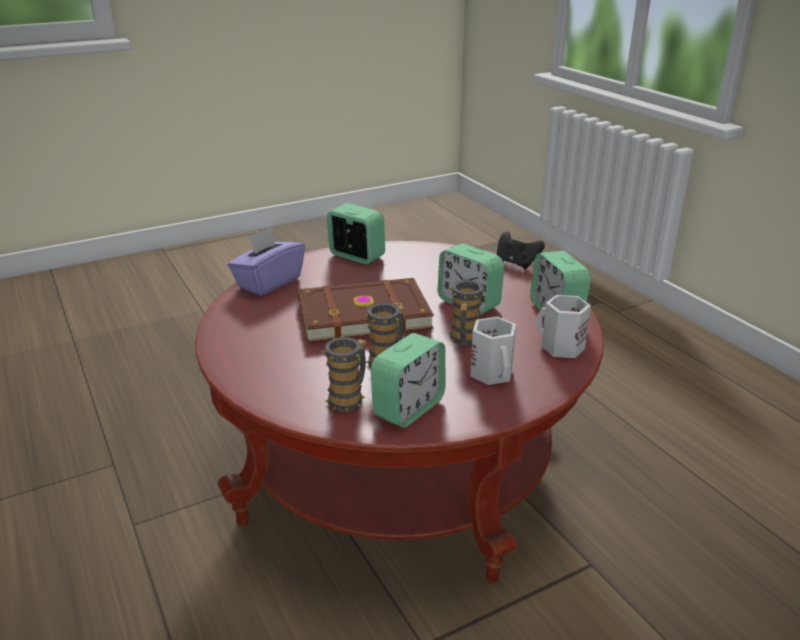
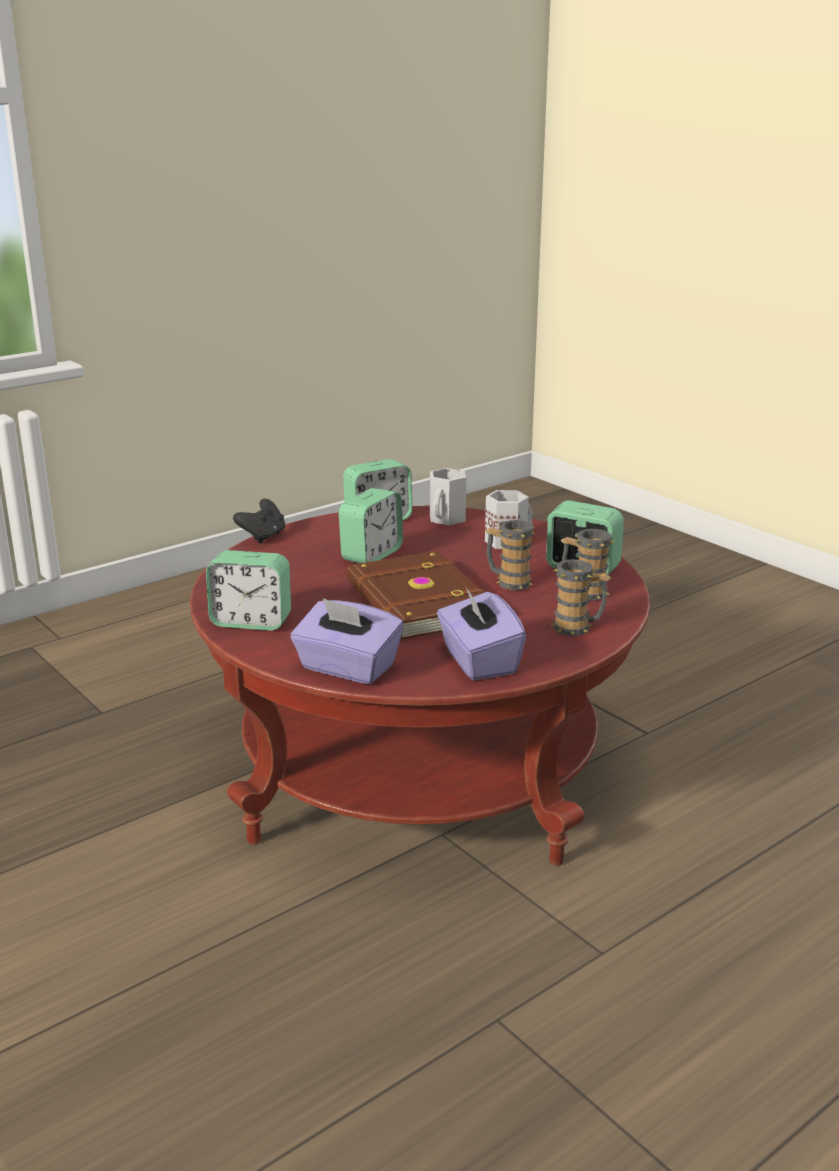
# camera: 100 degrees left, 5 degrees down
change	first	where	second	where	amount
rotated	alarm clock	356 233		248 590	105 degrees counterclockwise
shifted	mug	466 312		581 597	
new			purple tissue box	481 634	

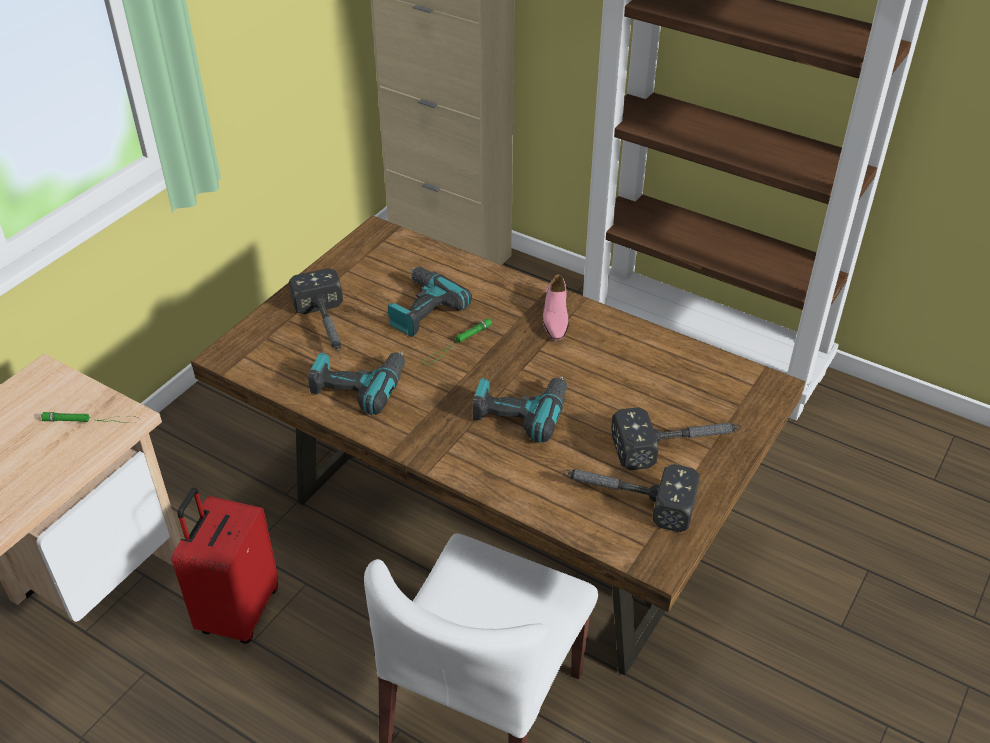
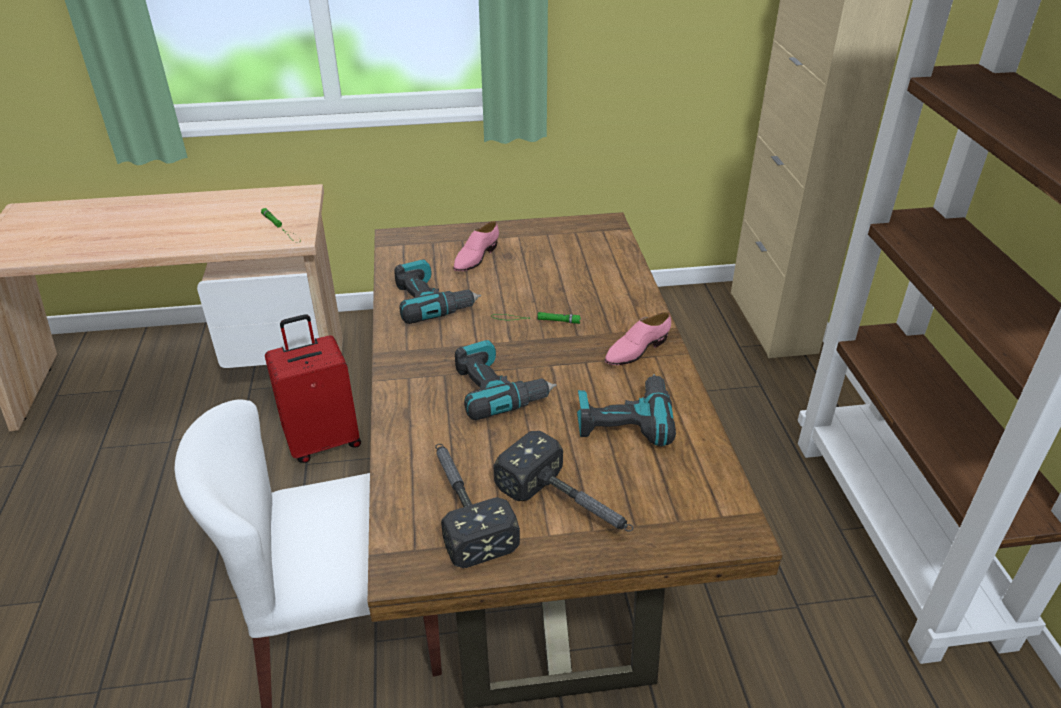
# camera: 50 degrees right, 5 degrees down
change	first	where	second	where	amount
swapped	hammer	316 309	pink shoe	476 246	
shifted	power drill	430 301		626 410	

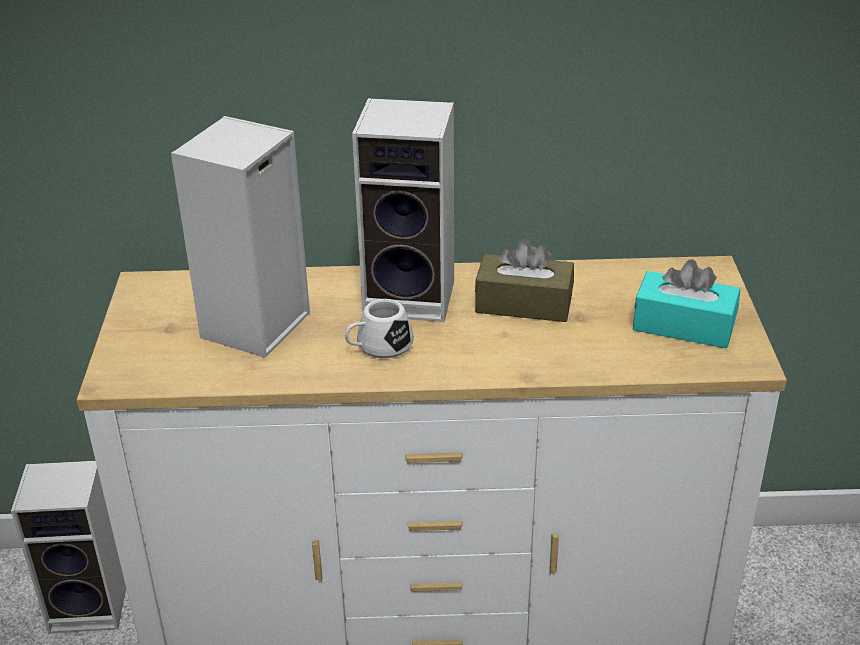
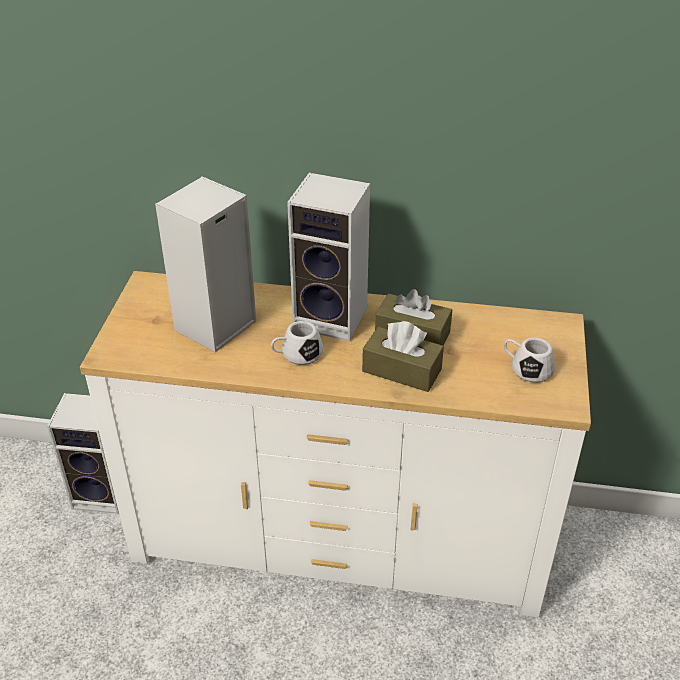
# camera: 10 degrees right, 5 degrees up
change	first	where	second	where	amount
swapped	turquoise tissue box	686 303	white mug	529 360	
new			brown tissue box	403 356	

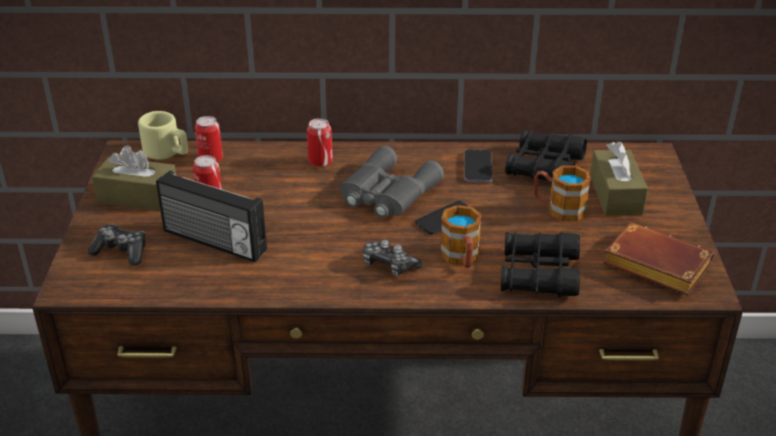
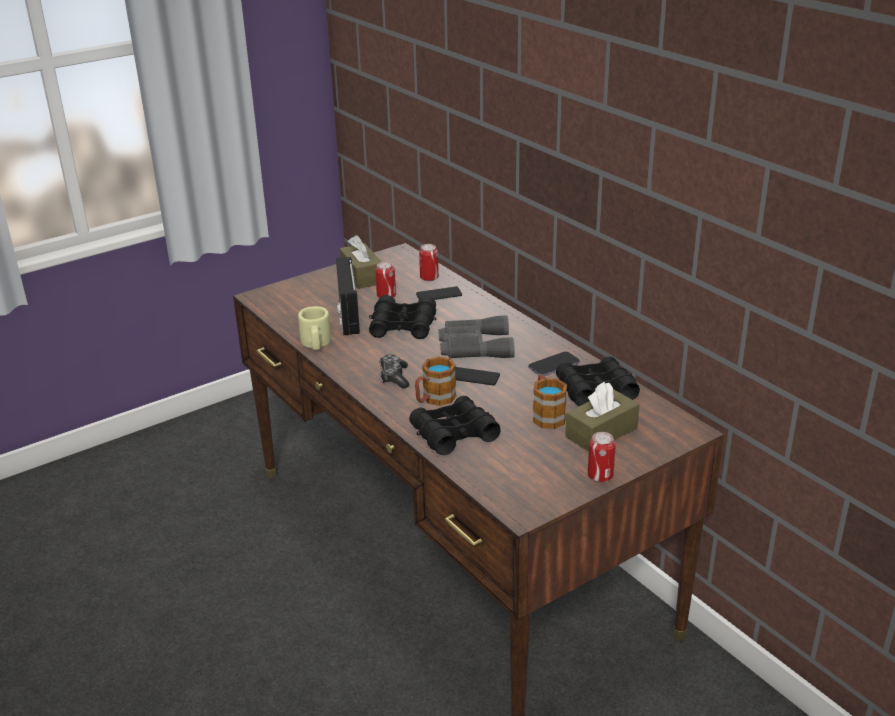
# camera: 55 degrees right, 5 degrees down
change	first	where	second	where	amount
gone	game controller	116 245			
shifted	beige mug	163 135		314 328	
shifted	can	320 142		602 457	
gone	brown book	658 258			
new			black binoculars	402 317	
new			phone	439 293	

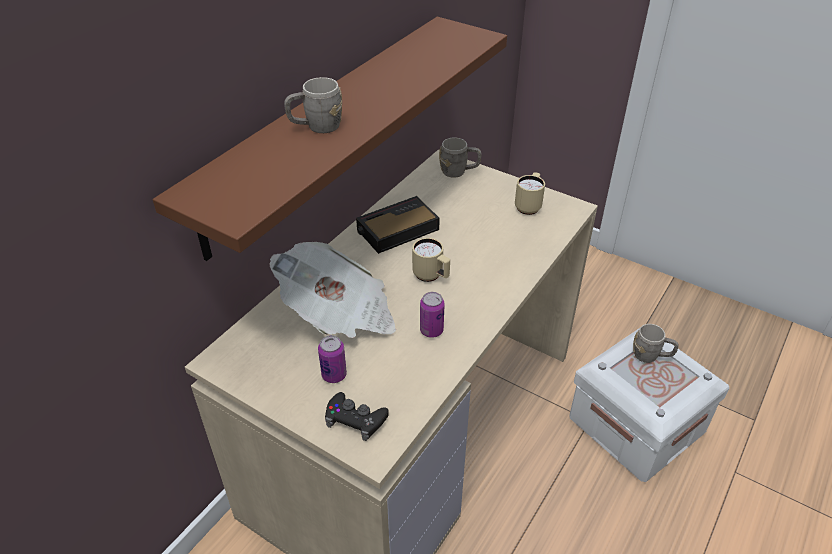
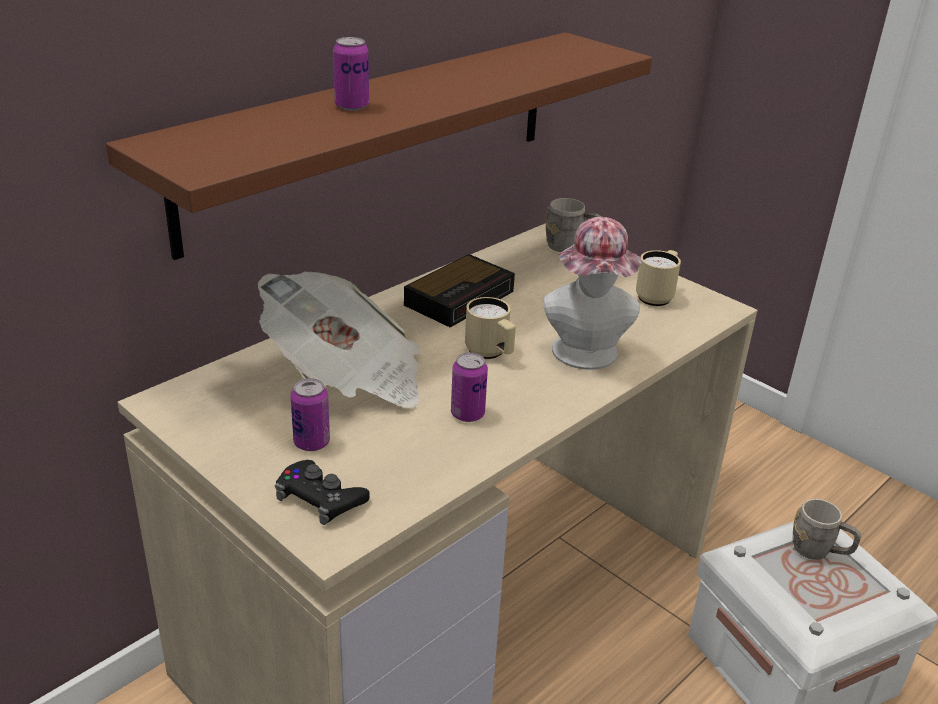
# camera: 10 degrees right, 10 degrees down
change	first	where	second	where	amount
swapped	grey mug	313 105	can	351 74	
rotated	alarm clock	398 225		459 291	150 degrees clockwise
new			hat	592 293	

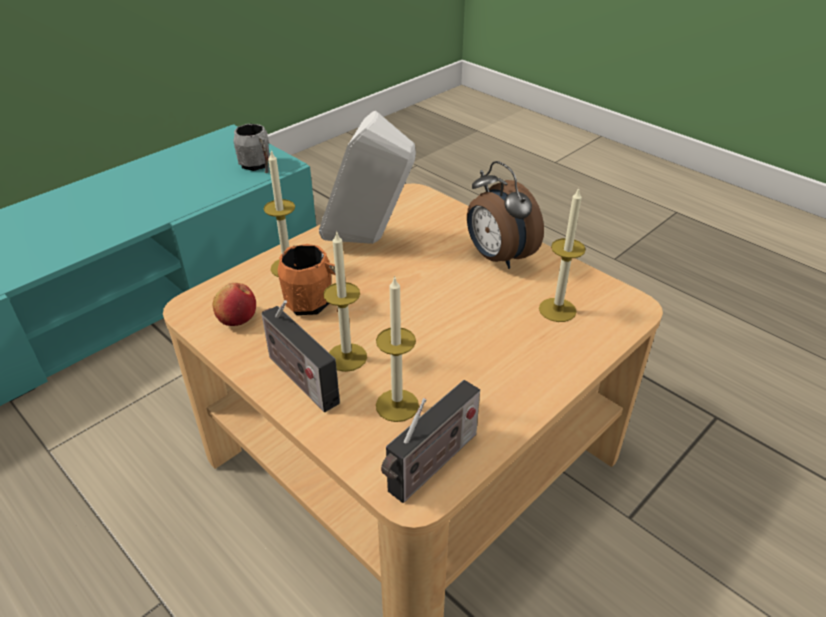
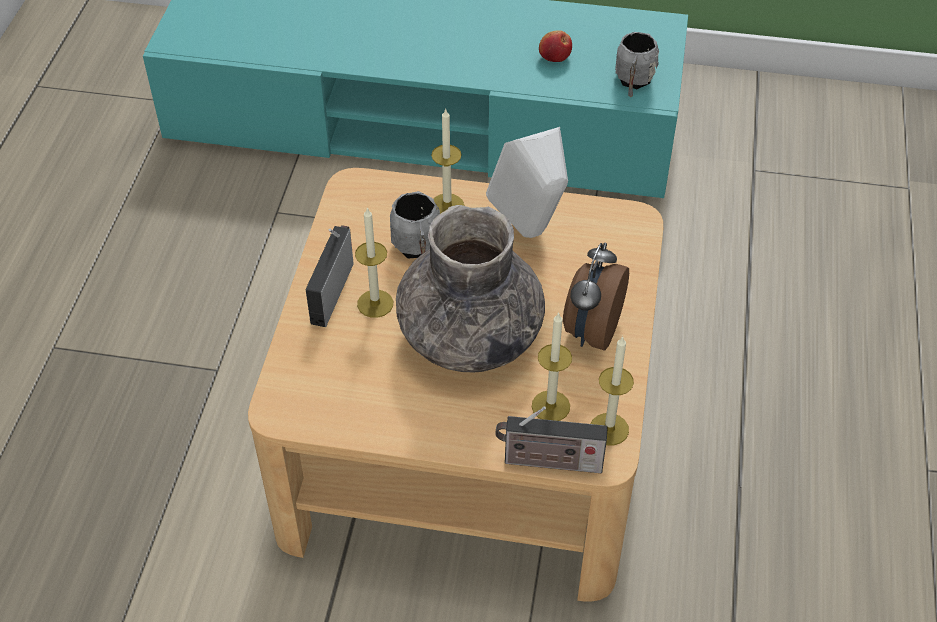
# camera: 55 degrees right, 10 degrees up
change	first	where	second	where	amount
shifted	apple	234 304		555 46	
repainted	orange mug	308 279	grey mug	415 224	
shifted	candle	397 349		612 391	
shifted	radio	430 441		551 439	
new			grey vase	470 288	

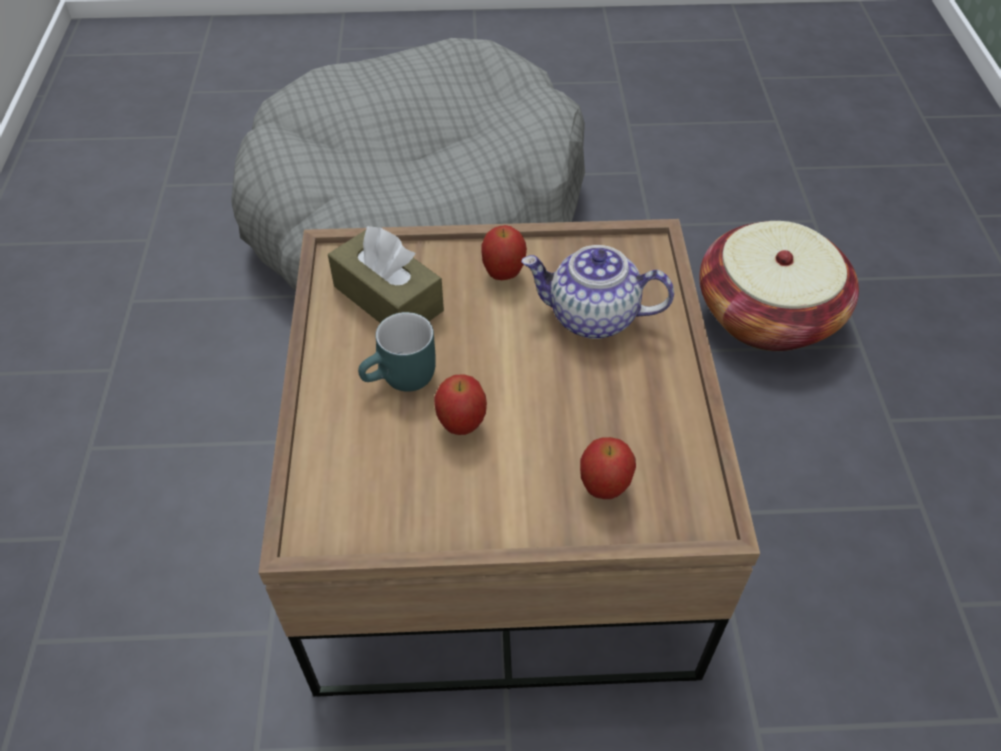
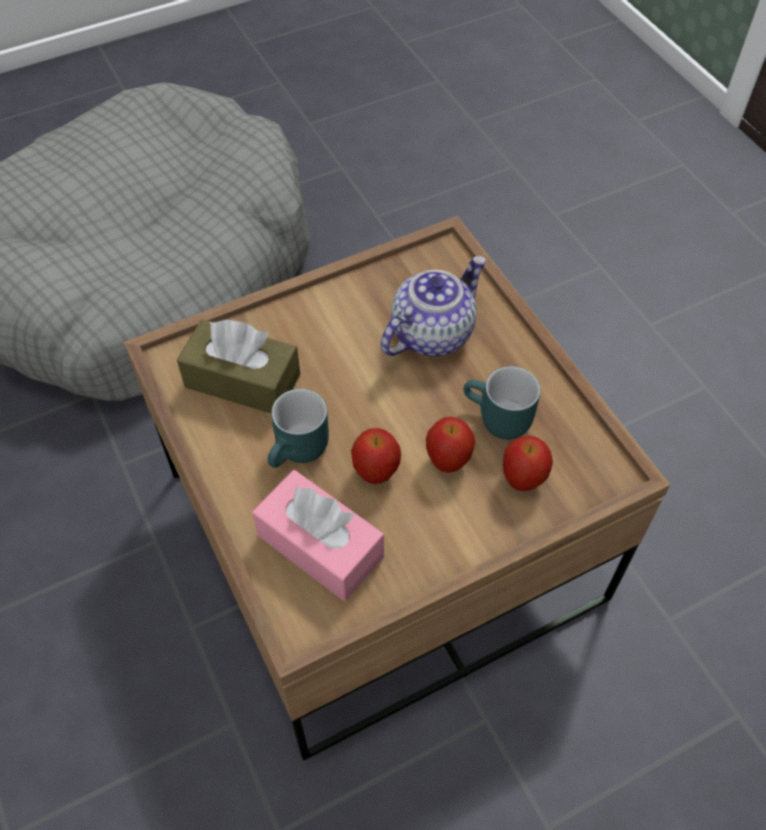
# camera: 25 degrees left, 5 degrees up
change	first	where	second	where	amount
shifted	apple	504 252		450 445	
rotated	teapot	597 292		433 306	150 degrees clockwise
gone	basket	779 286			
new			pink tissue box	318 535	
new			turquoise mug	502 403	

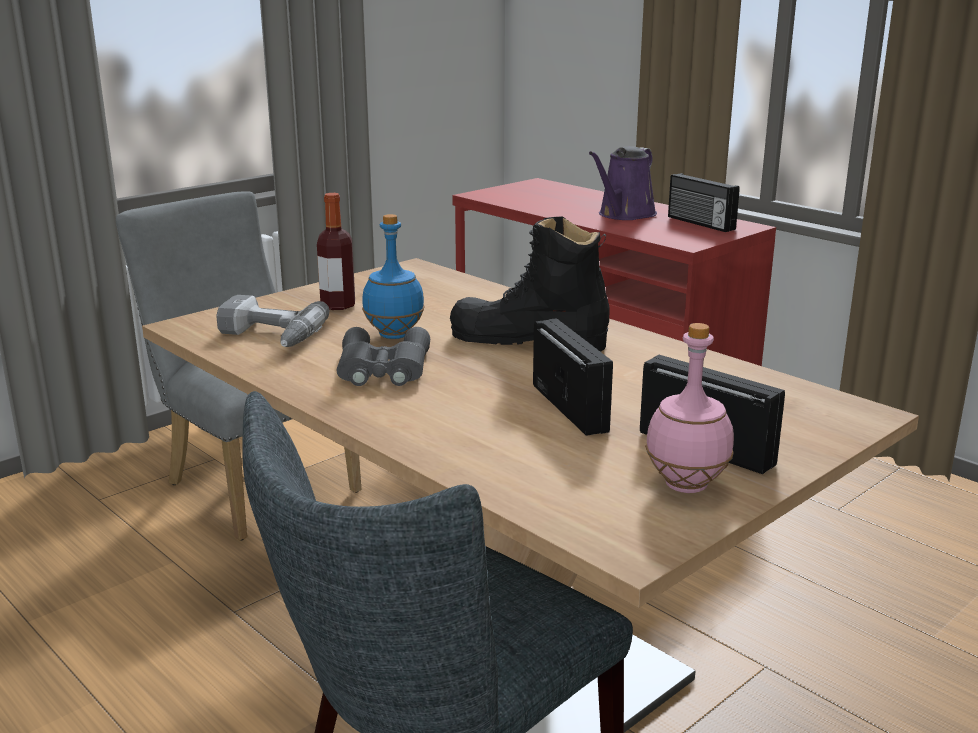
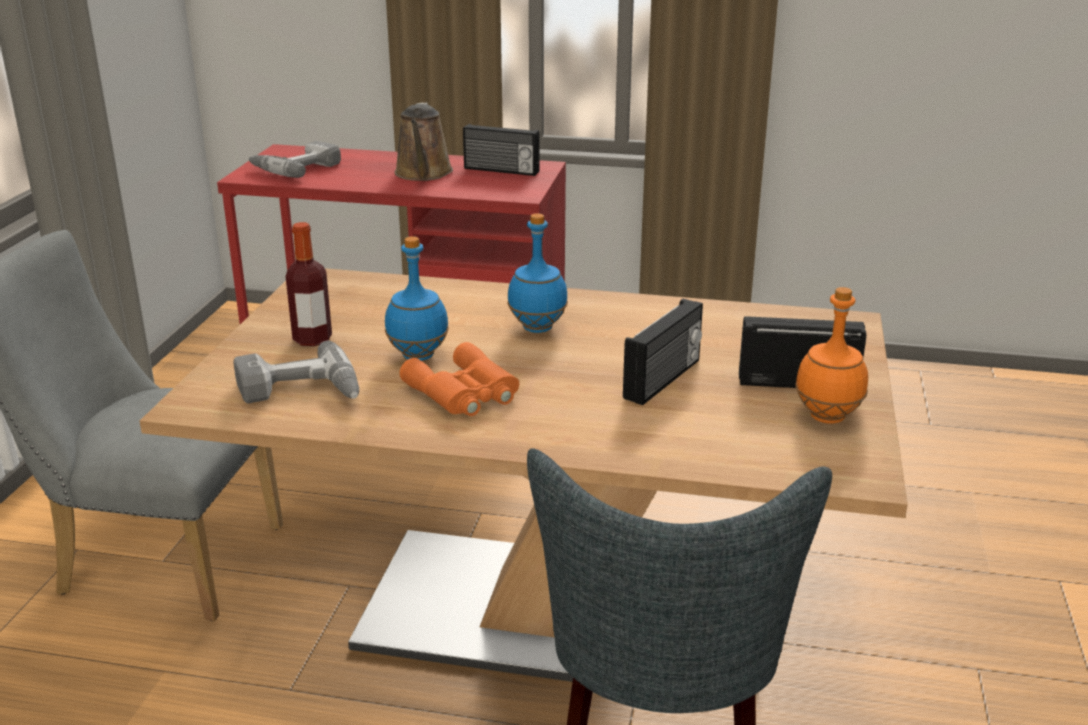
# camera: 35 degrees left, 5 degrees up
change	first	where	second	where	amount
repainted	grey binoculars	383 356	orange binoculars	459 379	
swapped	black boot	530 284	blue bottle	537 273	
rotated	radio	573 377		663 352	90 degrees clockwise
repainted	purple watering can	623 183	brown watering can	423 142	
repainted	pink bottle	689 408	orange bottle	831 355	
new			power drill	295 159	

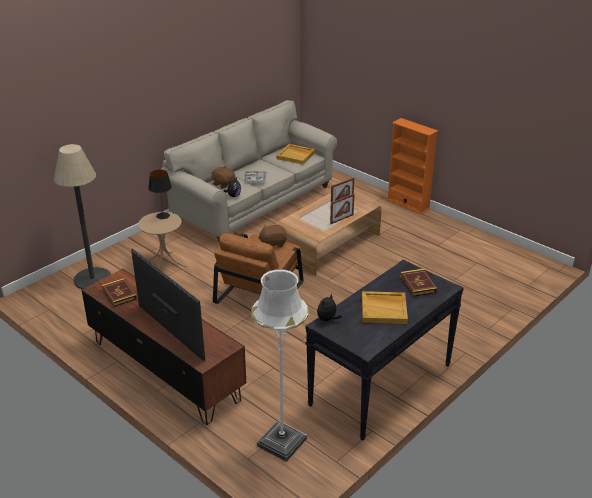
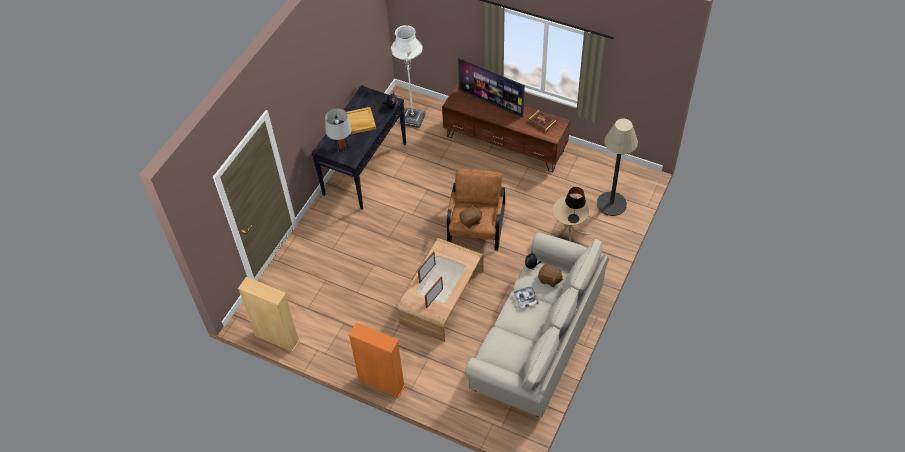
# camera: 165 degrees right, 20 degrees up
change	first	where	second	where	amount
gone	beige tray	295 154			
swapped	book	418 283	grey table lamp	338 131	
new			beige bookcase	269 314	

